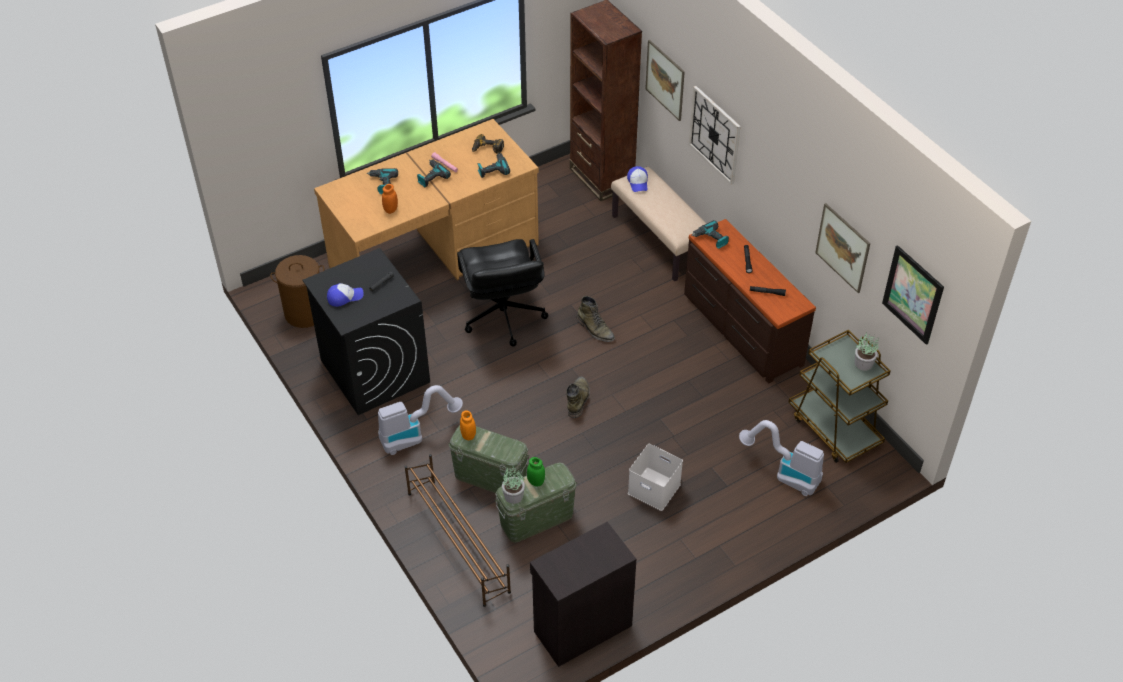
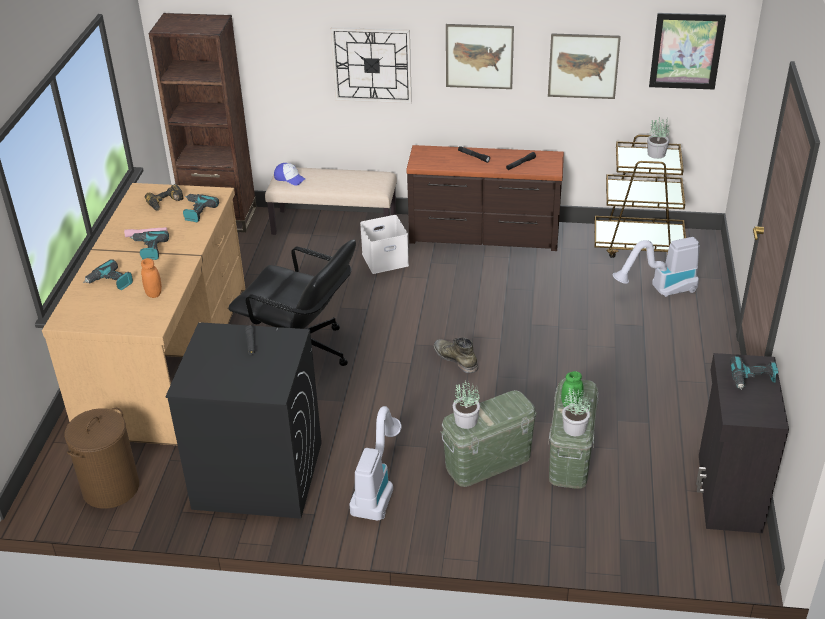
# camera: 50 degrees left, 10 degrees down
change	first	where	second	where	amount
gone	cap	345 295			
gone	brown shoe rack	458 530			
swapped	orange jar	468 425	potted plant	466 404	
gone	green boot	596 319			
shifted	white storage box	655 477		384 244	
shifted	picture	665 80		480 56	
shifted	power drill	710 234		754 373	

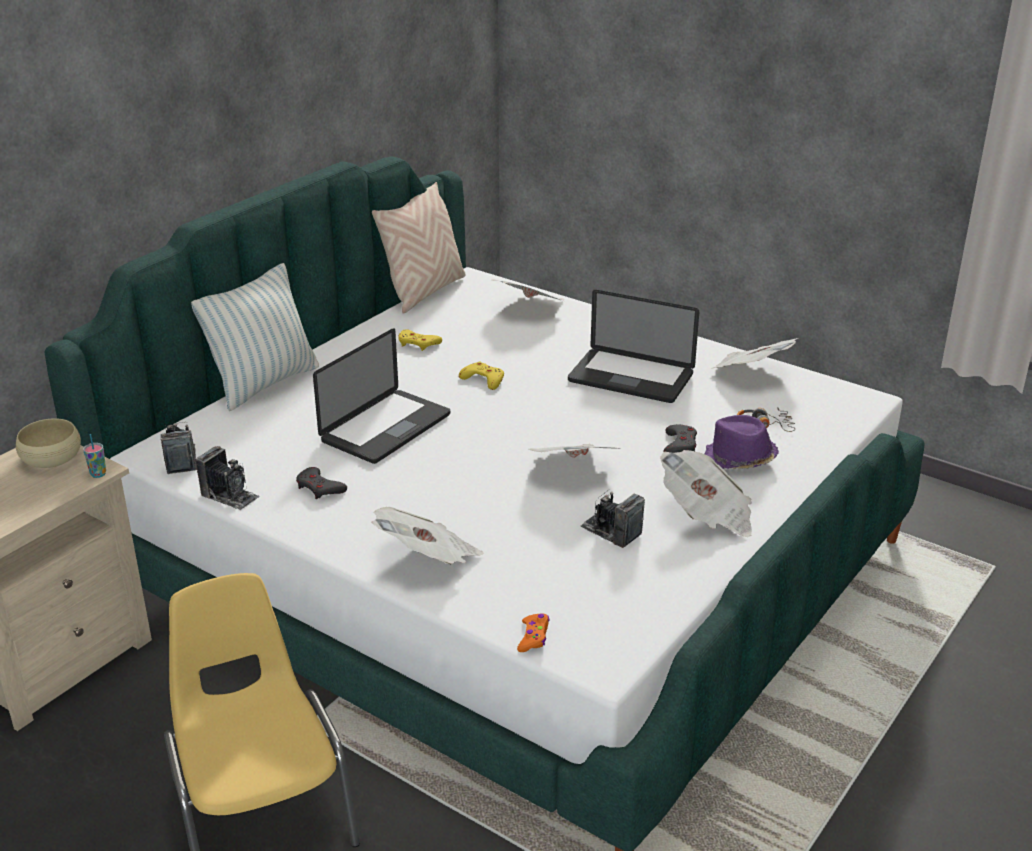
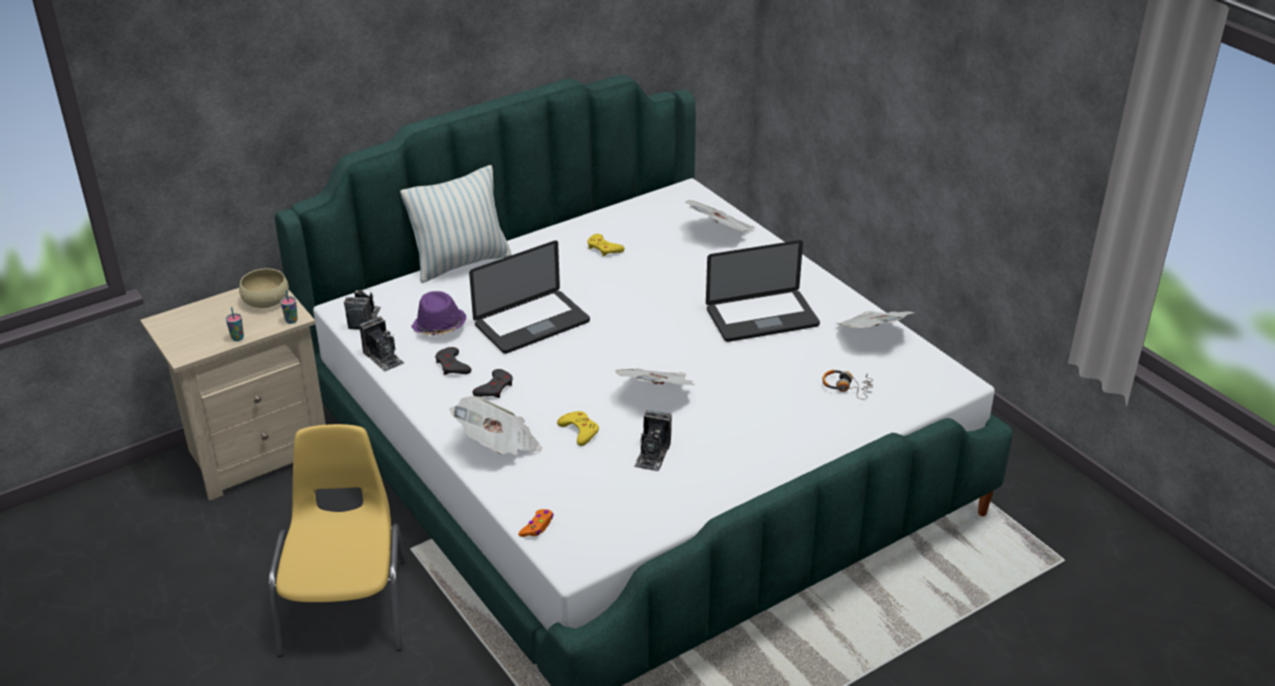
# camera: 20 degrees right, 5 degrees up
change	first	where	second	where	amount
gone	beige pillow	419 248			
shifted	yellow game controller	481 375		578 428	
rotated	laptop	633 346		763 291	60 degrees counterclockwise
rotated	photo camera	613 519		653 440	135 degrees counterclockwise
gone	newspaper	706 493			
shifted	grey game controller	680 438		492 383	
shifted	purple hat	742 442		439 313	
new			cup	235 324	

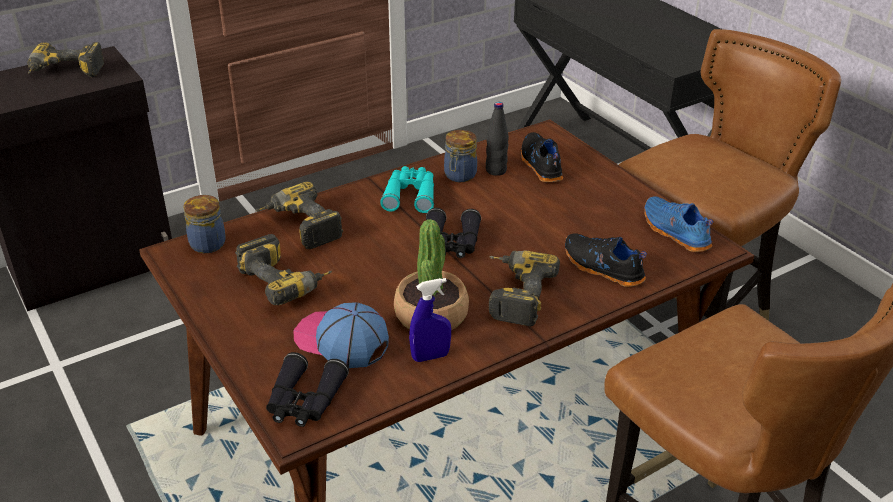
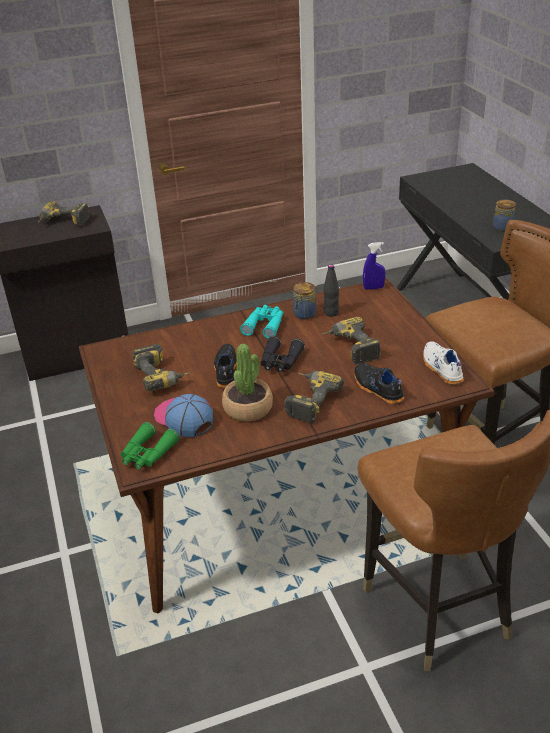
# camera: 15 degrees right, 0 degrees up
change	first	where	second	where	amount
shifted	jar	204 224		504 215	
shifted	power drill	299 215		351 341	
repainted	black binoculars	307 389	green binoculars	150 445	
shifted	blue spray bottle	430 320		374 266	
shifted	black shoe	542 157		225 366	
repainted	blue shoe	678 224	white shoe	443 362	

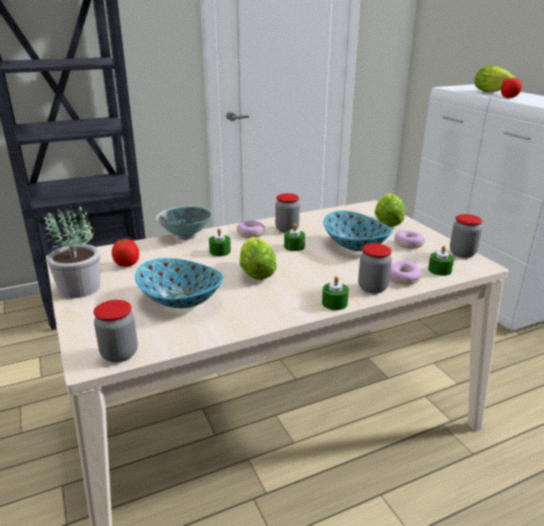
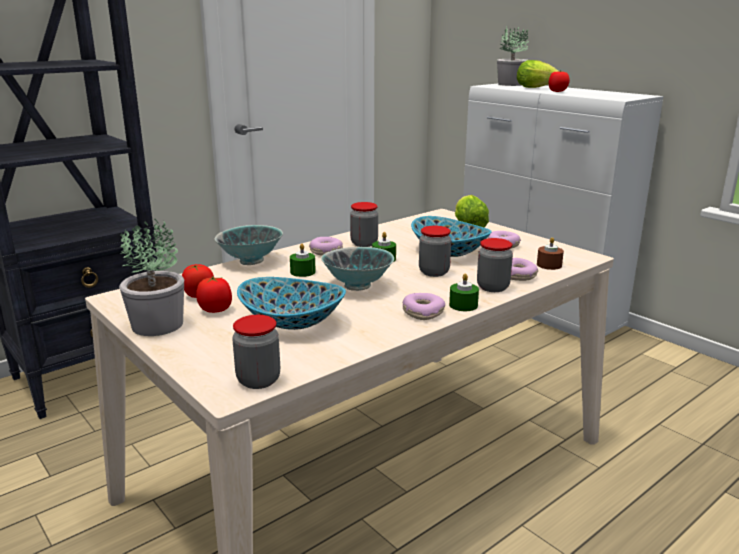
# camera: 15 degrees left, 5 degrees down
change	first	where	second	where	amount
swapped	lettuce	258 258	bowl	357 269	
repainted	green candle	441 261	brown candle	550 253	
shifted	jar	466 236		435 251	
new			tomato	214 294	
new			donut	423 306	
new			potted plant	513 56	

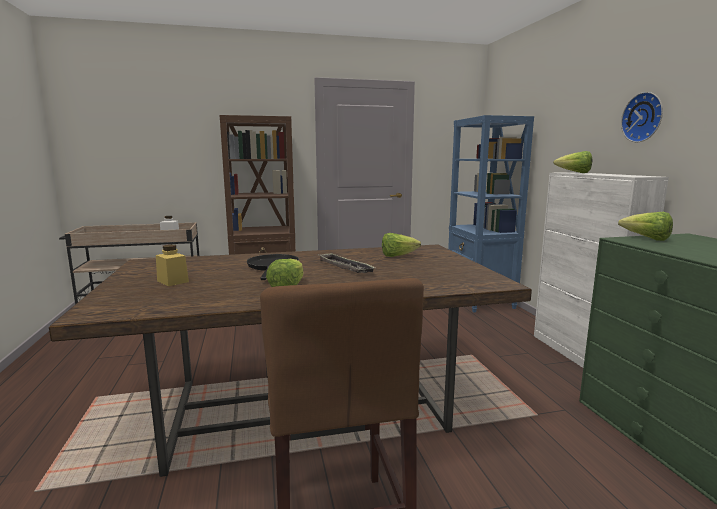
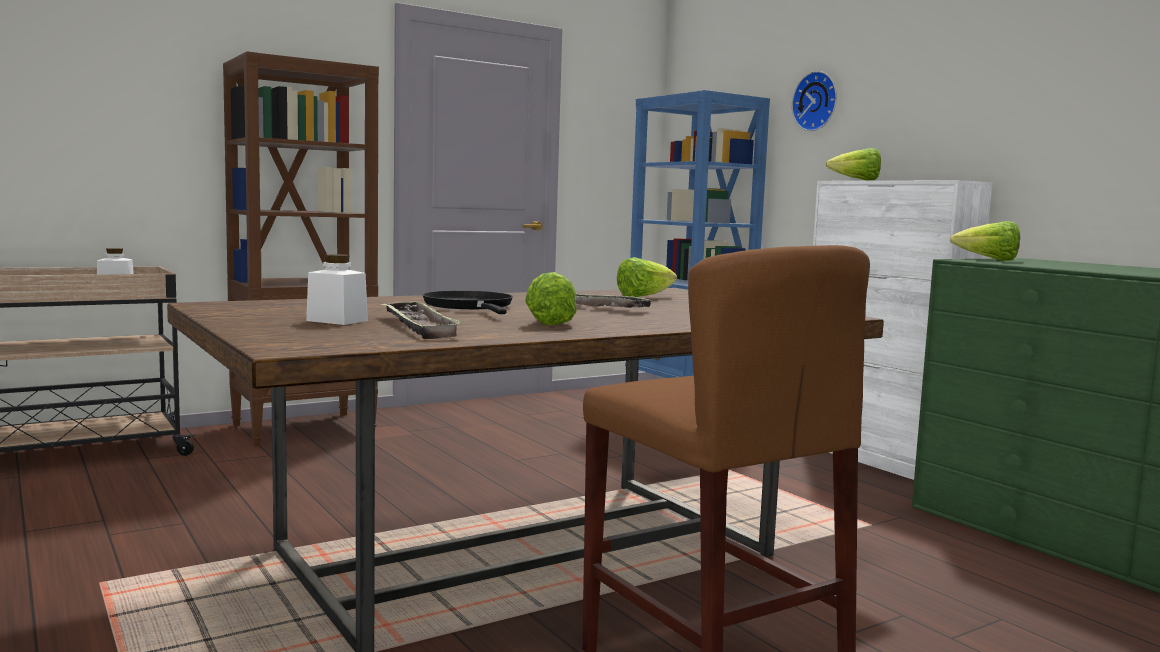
# camera: 20 degrees left, 5 degrees down
change	first	where	second	where	amount
repainted	yellow jar	172 265	white jar	337 289	
shifted	wall clock	642 117		814 101	
new			tray	422 320	

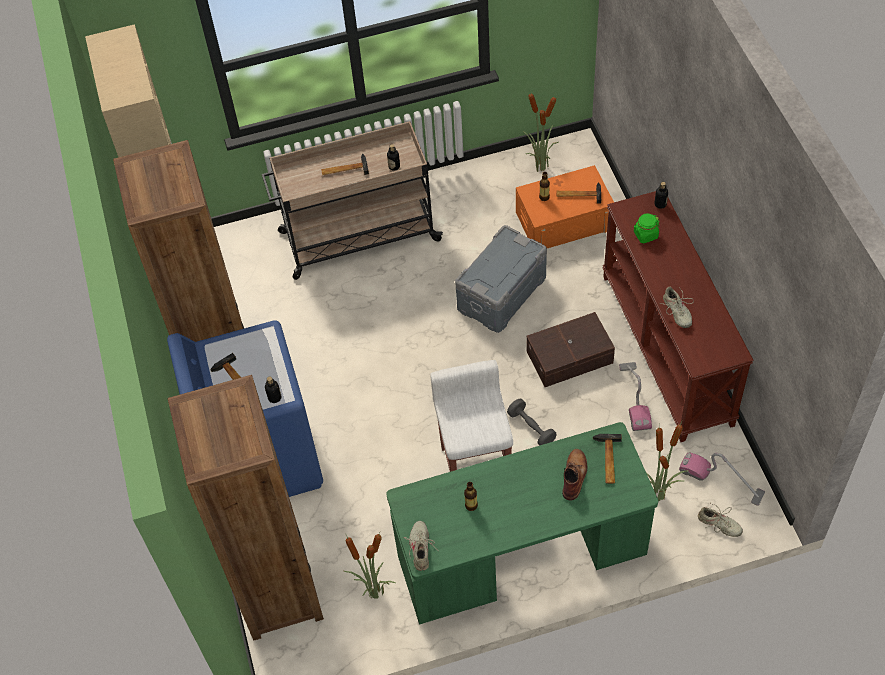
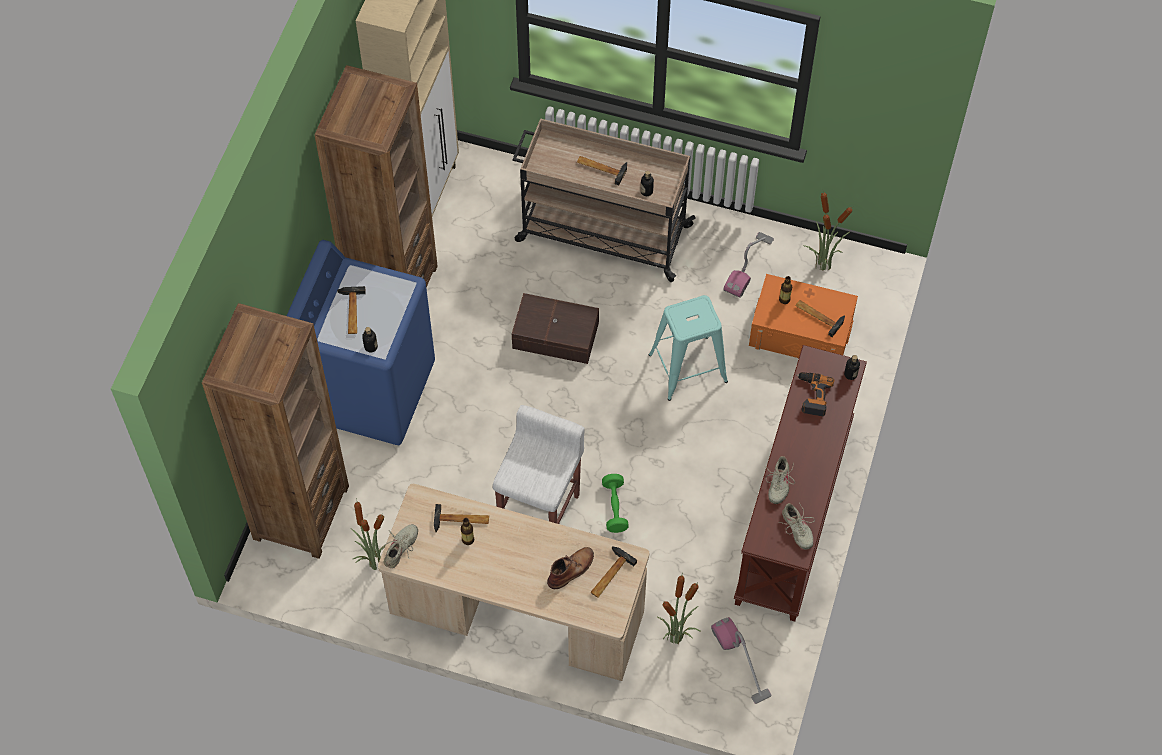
# camera: 30 degrees right, 5 degrees up
change	first	where	second	where	amount
repainted	green desk	522 523	beige desk	513 582	
swapped	grey storage box	501 279	turquoise stool	688 348	
repainted	grey dumbbell	532 422	green dumbbell	615 503	
shifted	brown storage box	570 349		555 328	
shifted	vacuum cleaner	635 396		748 265	
swapped	green jar	647 228	power drill	815 394	
shifted	beige shoe	720 519		796 526	
new			hammer	461 518	

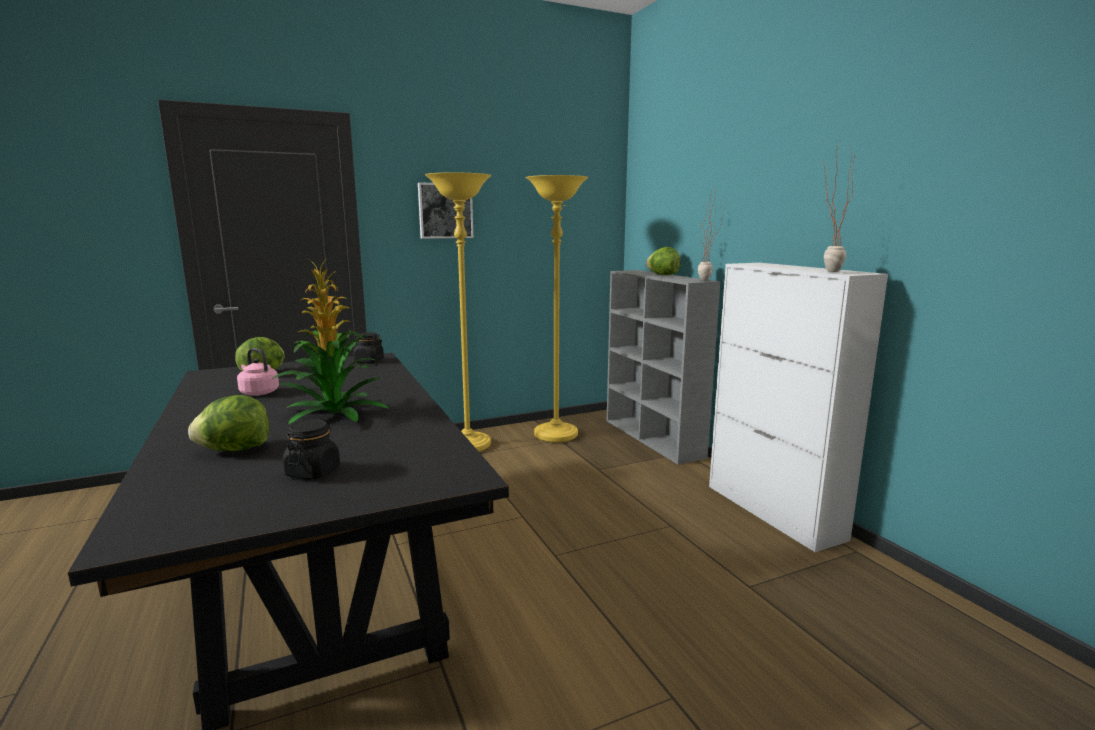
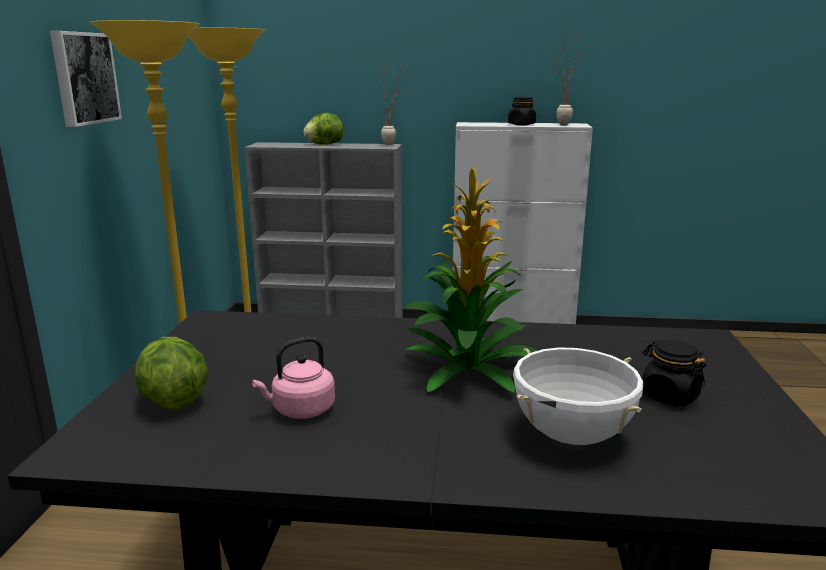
# camera: 60 degrees left, 5 degrees up
change	first	where	second	where	amount
swapped	lettuce	228 423	white cooking pot	578 396	
shifted	black jar	368 347		522 111	

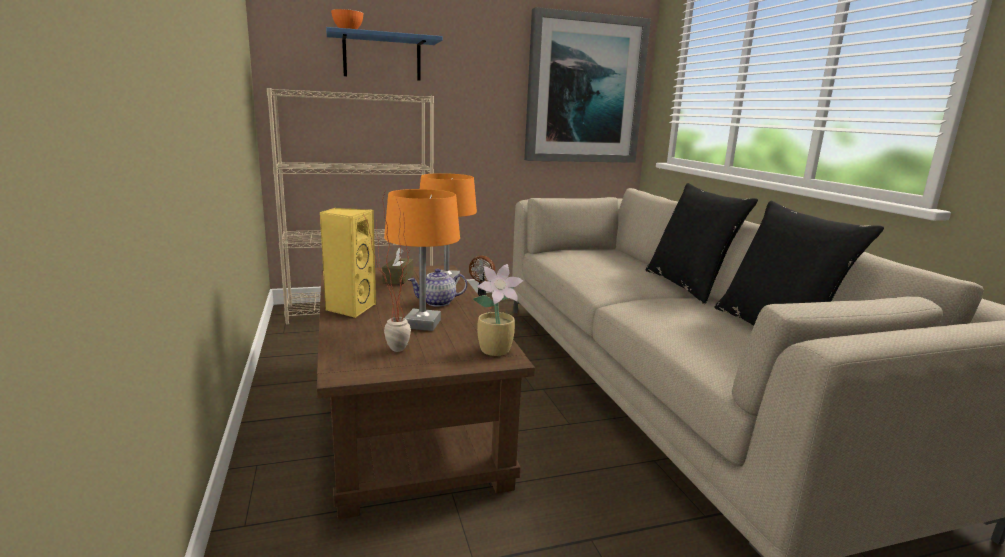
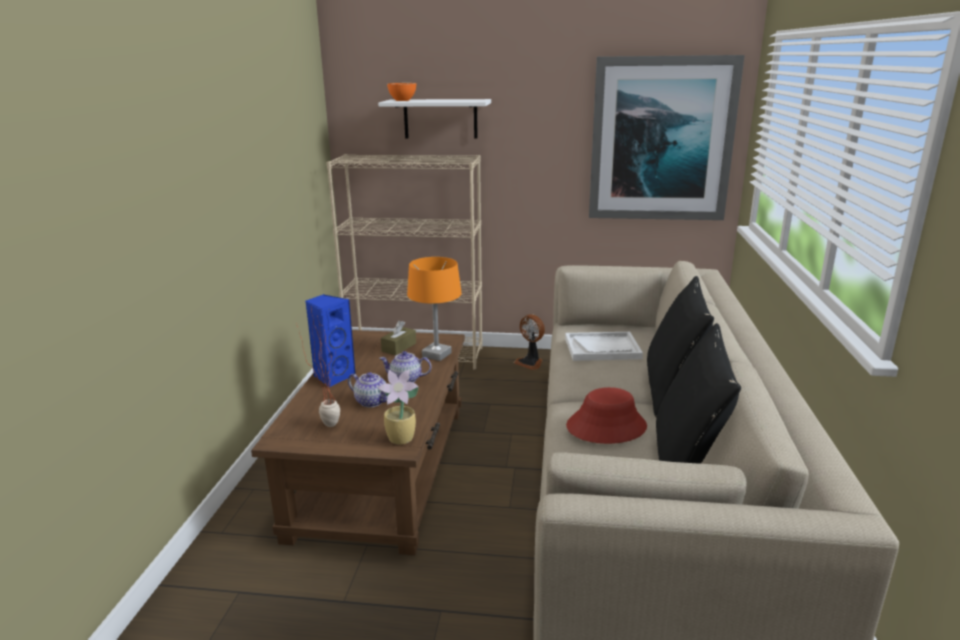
# camera: 25 degrees right, 5 degrees up
change	first	where	second	where	amount
repainted	yellow speaker	348 263	blue speaker	330 340	
repainted	blue shelf	384 54	white shelf	434 119	
swapped	orange table lamp	422 260	teapot	368 389	
new			white tray	604 346	
new			red hat	606 415	

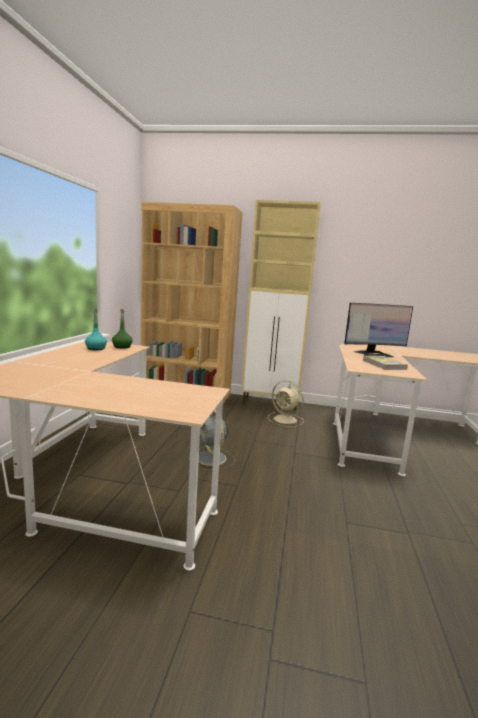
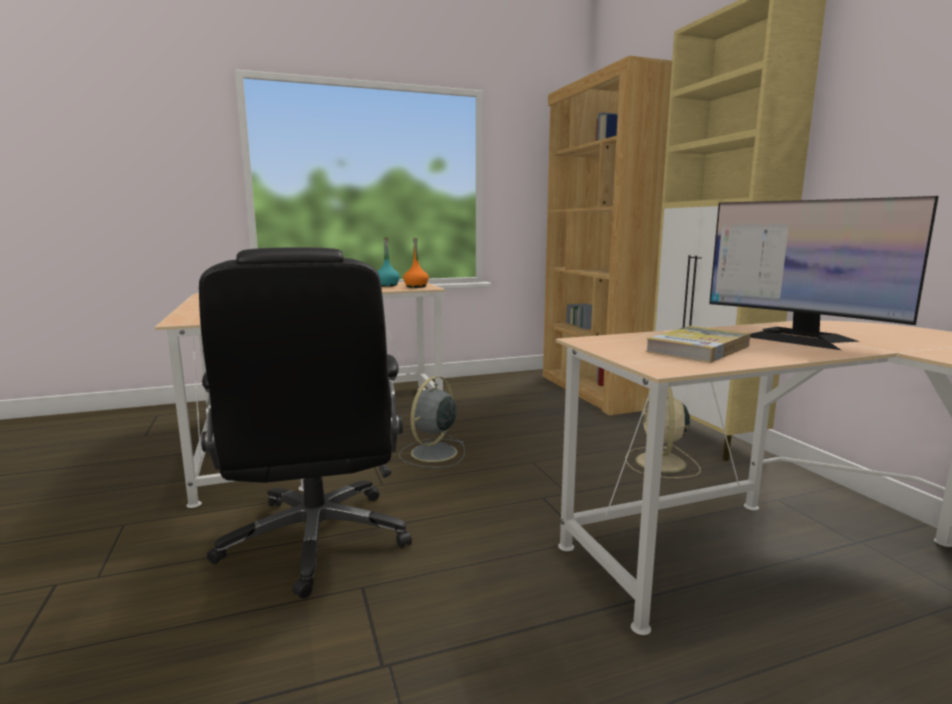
# camera: 60 degrees right, 0 degrees up
change	first	where	second	where	amount
repainted	green bottle	122 329	orange bottle	416 263	
new			black office chair	305 423	

